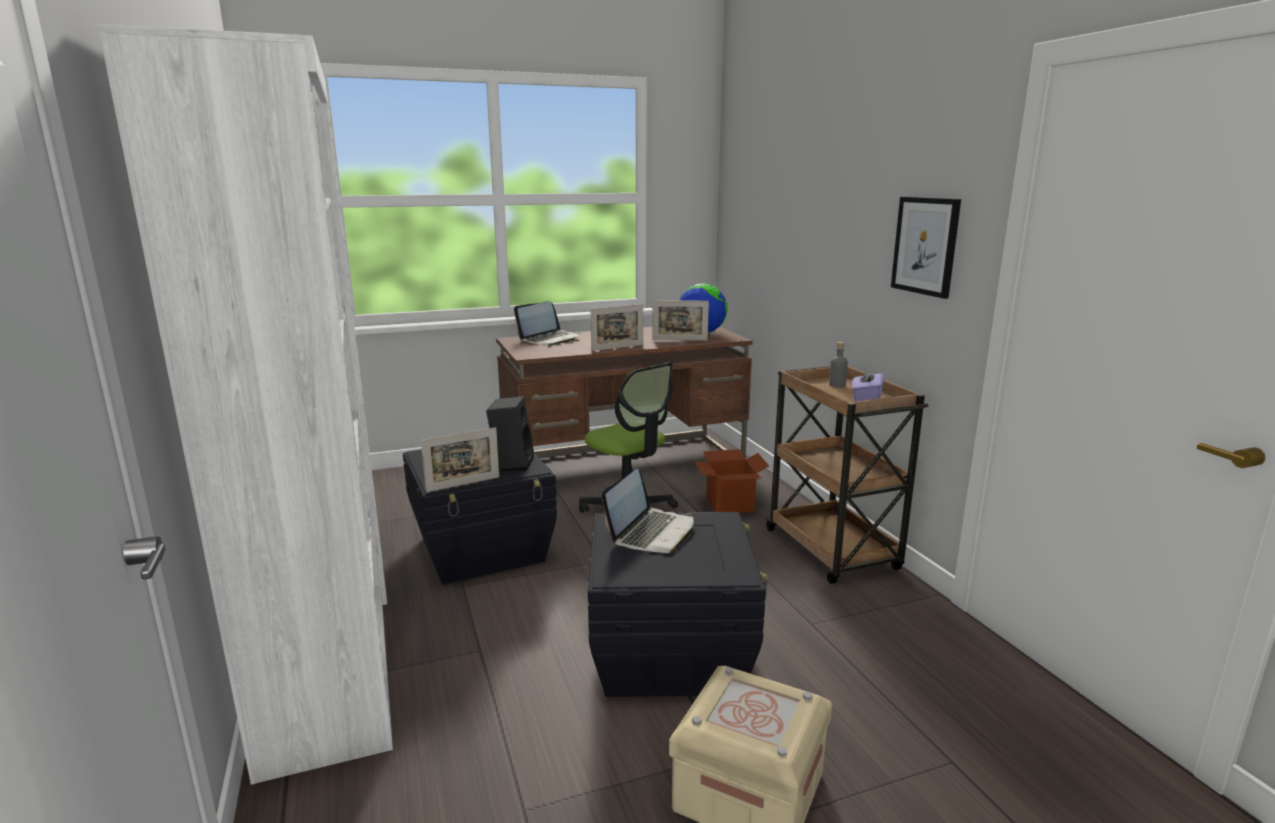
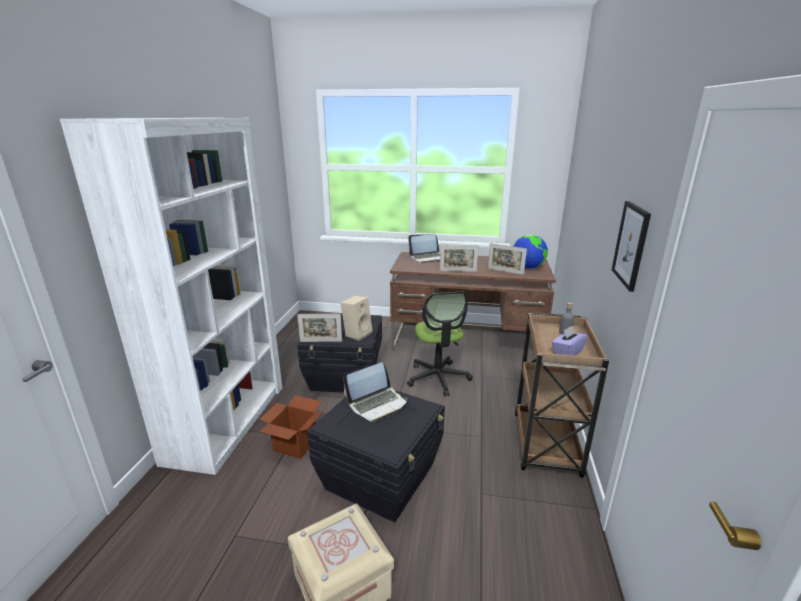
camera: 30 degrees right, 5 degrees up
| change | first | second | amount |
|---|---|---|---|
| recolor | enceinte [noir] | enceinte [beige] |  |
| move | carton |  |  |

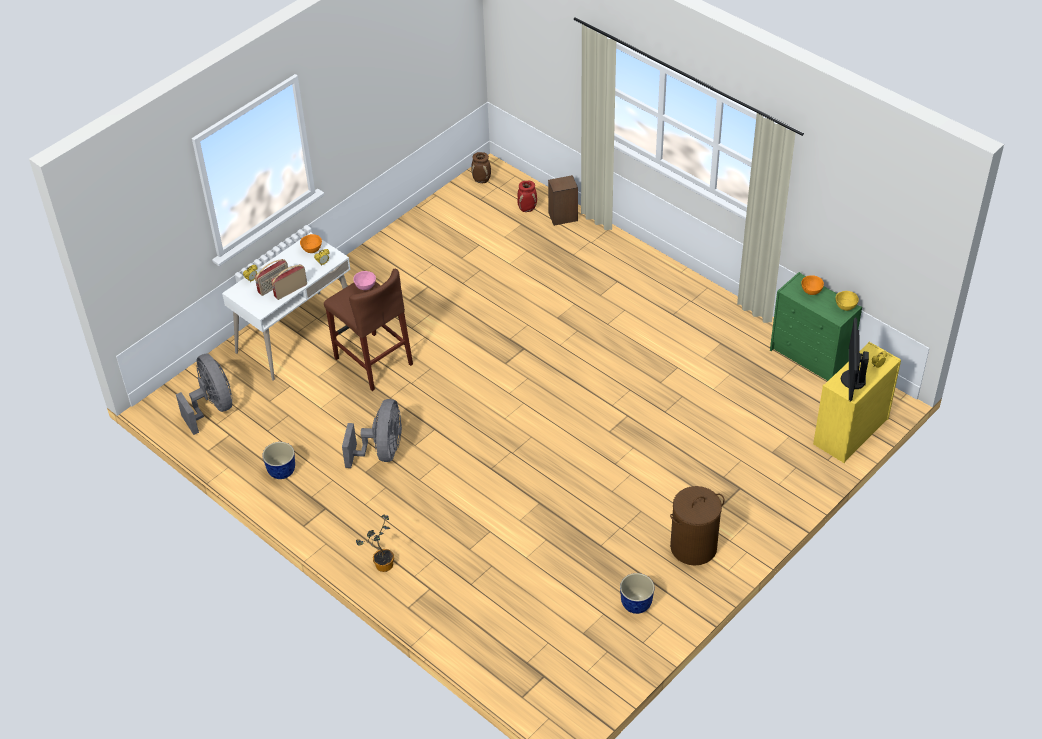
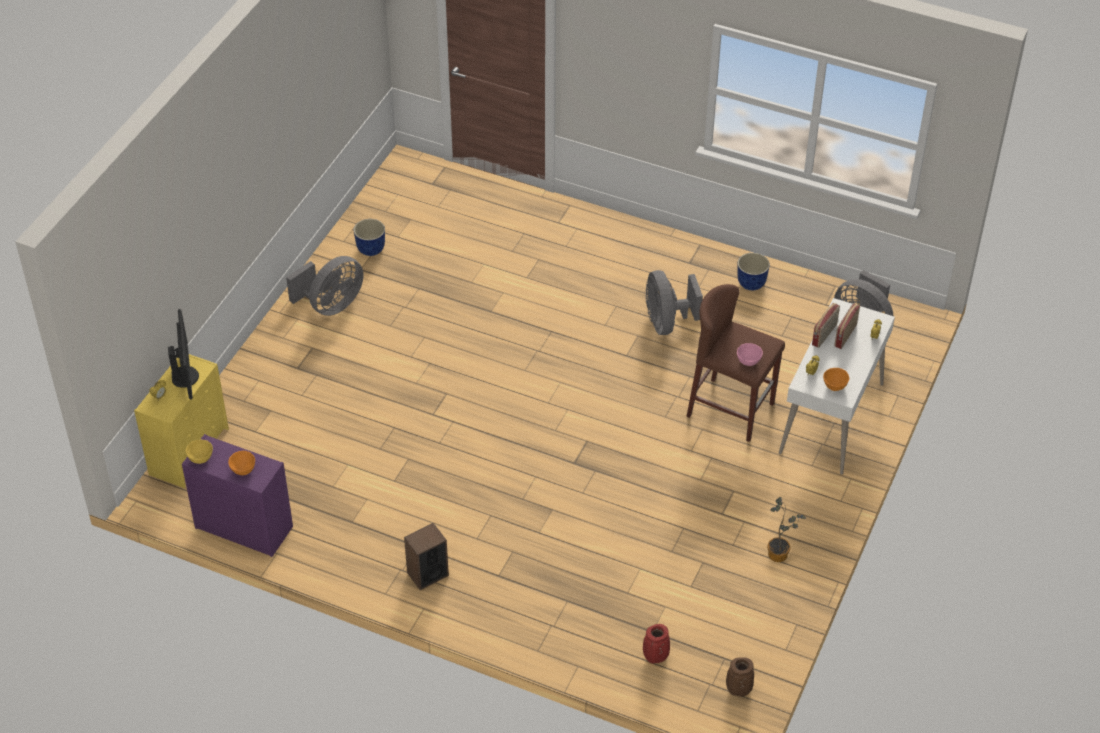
camera: 160 degrees right, 0 degrees up
| change | first | second | amount |
|---|---|---|---|
| move | plante en pot |  |  |
| move | enceinte |  |  |
| replace | panier à linge [marron] | ventilateur [gris] (1st from left) |  |
| recolor | commode [vert] | commode [violet] |  |

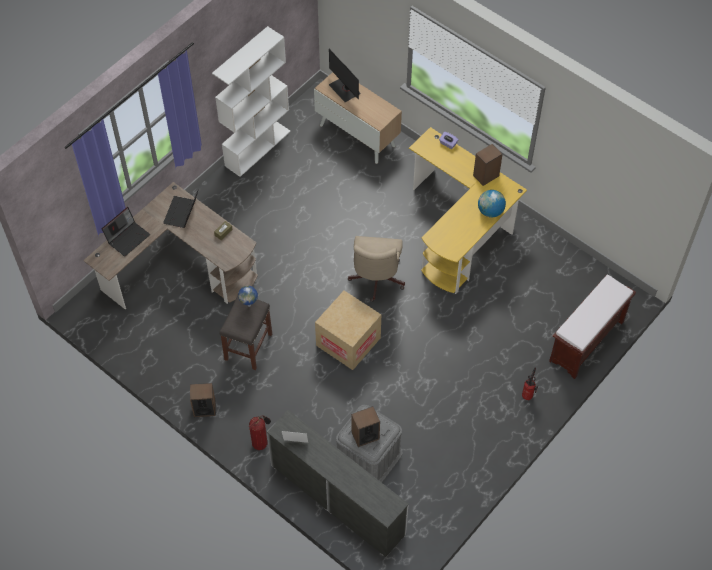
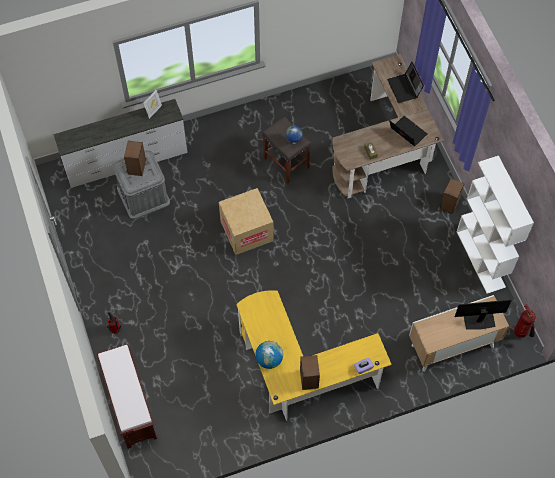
camera: 120 degrees right, 5 degrees up
| change | first | second | amount |
|---|---|---|---|
| move | enceinte (1st from left in the first image) | enceinte (3rd from left) |  |
| move | extincteur (1st from left in the first image) | extincteur (2nd from left) |  |
| delete | chaise de bureau [beige] |  |  |

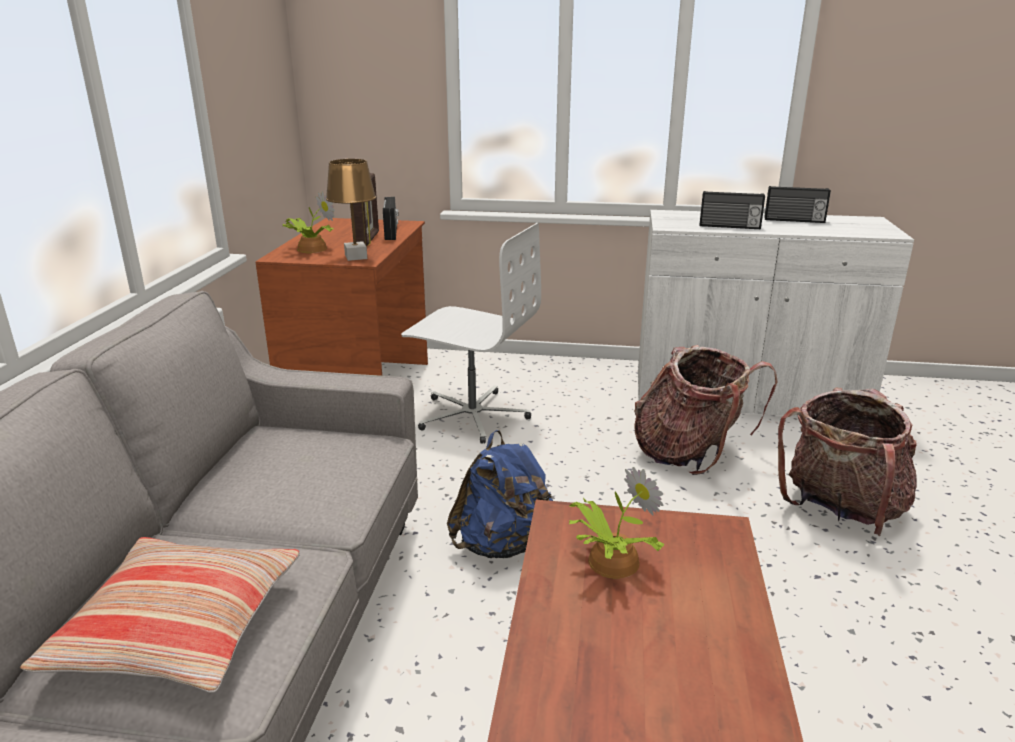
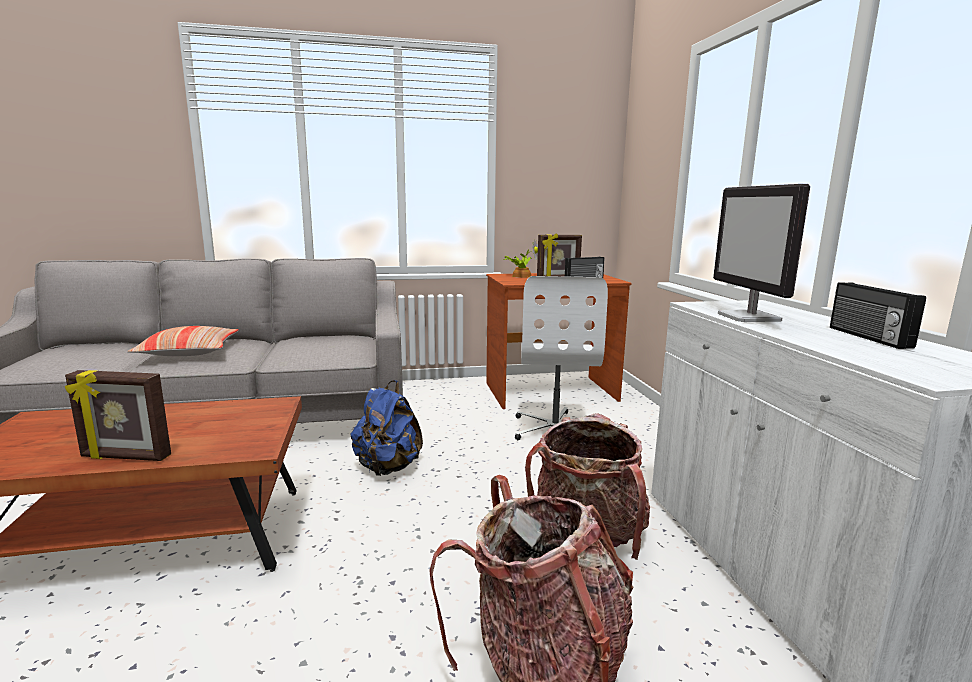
camera: 70 degrees right, 10 degrees down
| change | first | second | amount |
|---|---|---|---|
| delete | lampe de table [marron] |  |  |
| delete | plante en pot (2nd from left) |  |  |
| replace | radio (2nd from left) | écran d'ordinateur |  |
| insert |  | cadre photo (1st from left) |  |

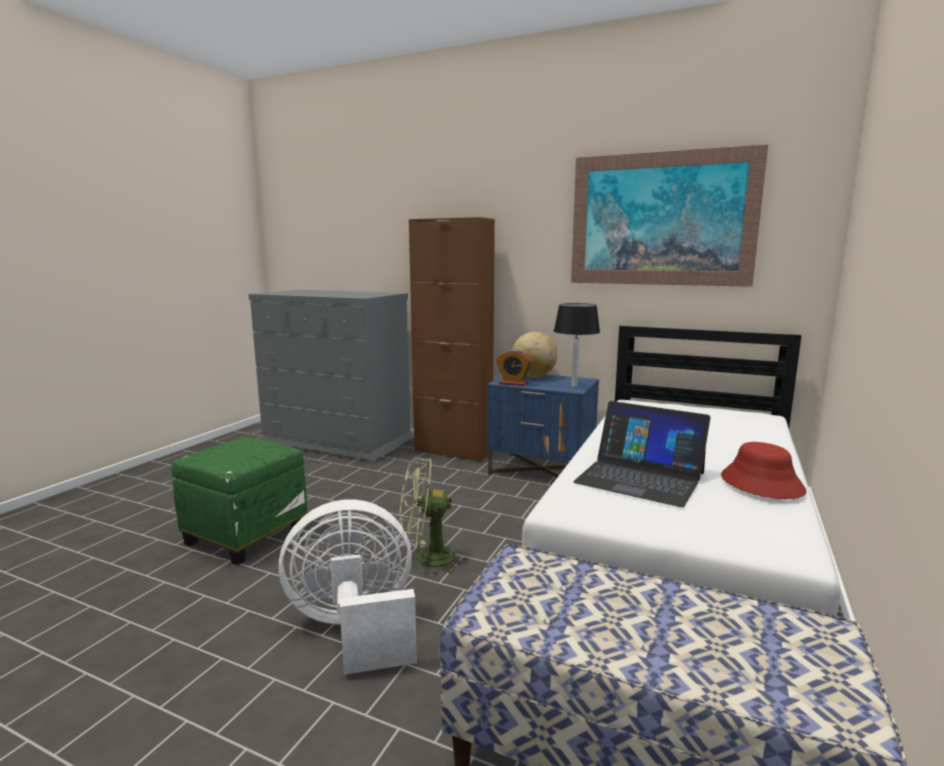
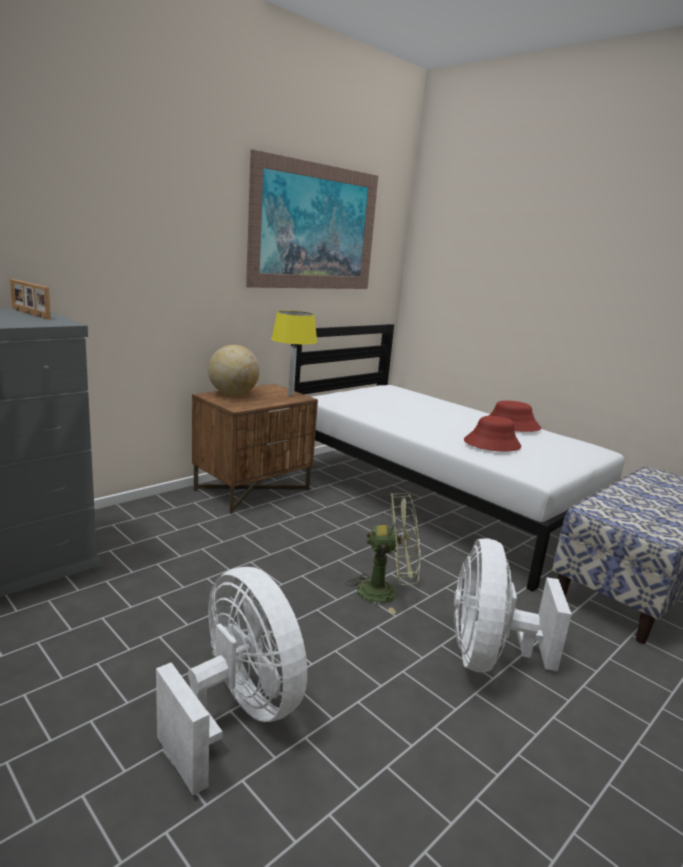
camera: 70 degrees left, 5 degrees up
| change | first | second | amount |
|---|---|---|---|
| replace | pouf [vert] | ventilateur [blanc] (1st from left) |  |
| rotate | ventilateur [vert] |  | 105 degrees counterclockwise |
| delete | meuble de rangement [marron] |  |  |
| recolor | table de chevet [bleu] | table de chevet [marron] |  |
| delete | réveil |  |  |
| recolor | lampe de table [noir] | lampe de table [jaune] |  |
| replace | ordinateur portable | chapeau [rouge] (1st from left) |  |
| insert |  | cadre photo |  |

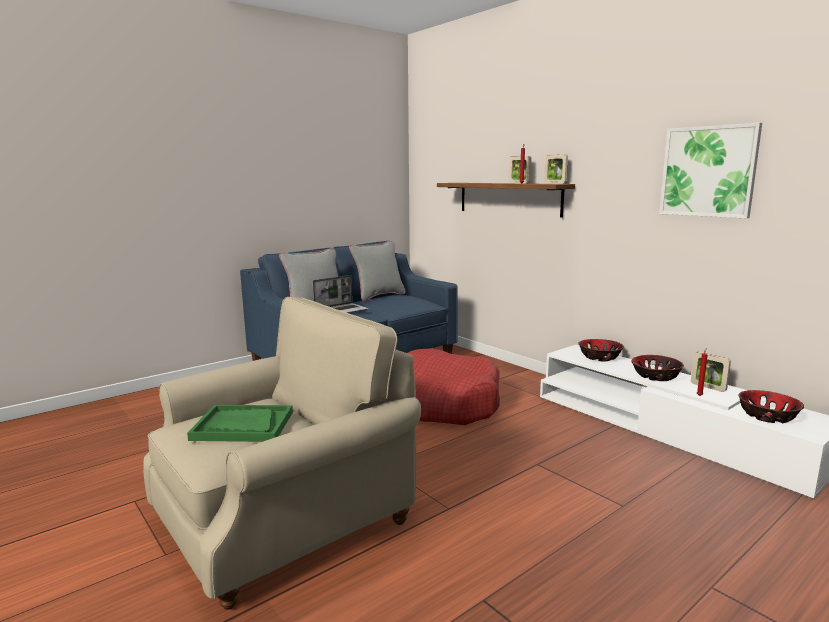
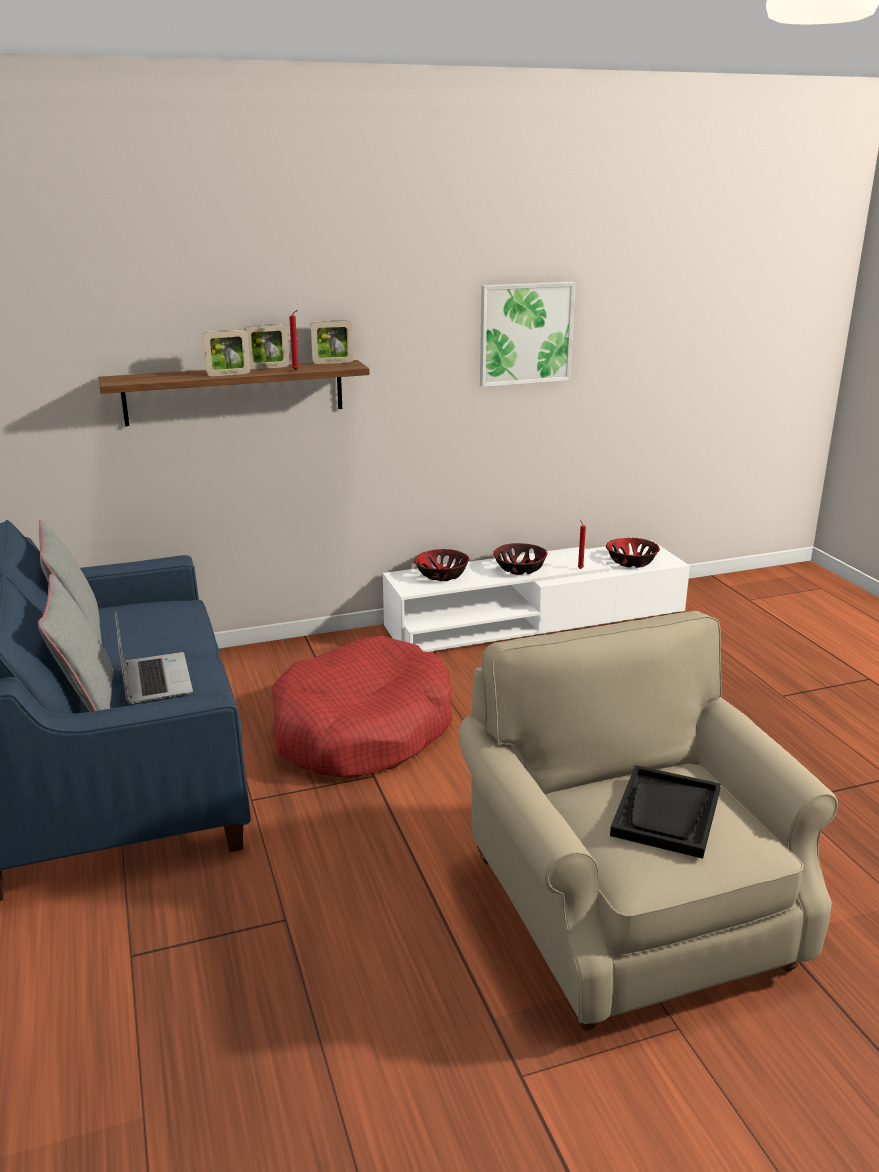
camera: 70 degrees left, 10 degrees up
| change | first | second | amount |
|---|---|---|---|
| recolor | plateau [vert] | plateau [noir] |  |
| move | cadre photo (3rd from left in the first image) | cadre photo (1st from left) |  |

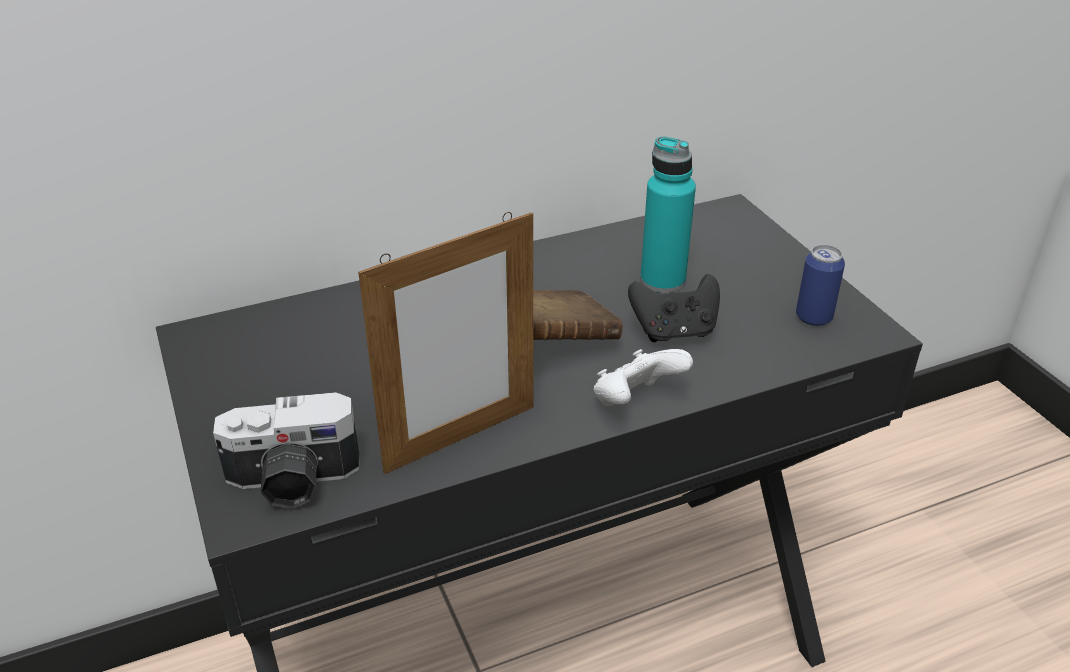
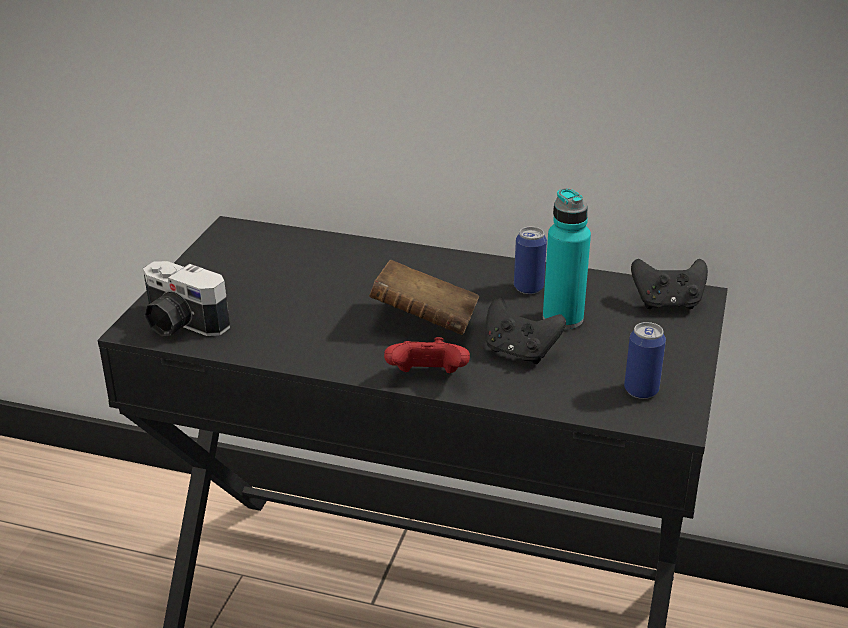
camera: 40 degrees right, 5 degrees down
| change | first | second | amount |
|---|---|---|---|
| delete | cadre photo |  |  |
| recolor | manette [blanc] | manette [rouge] |  |
| insert |  | boîte métallique (1st from left) |  |
| insert |  | manette [noir] (2nd from left) |  |

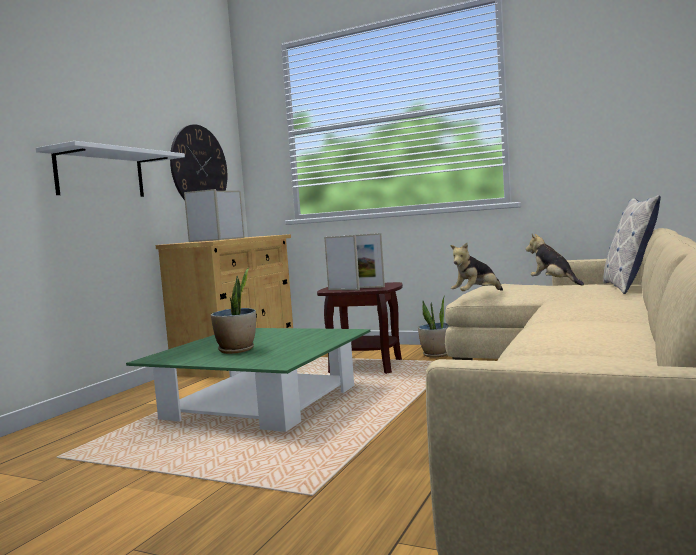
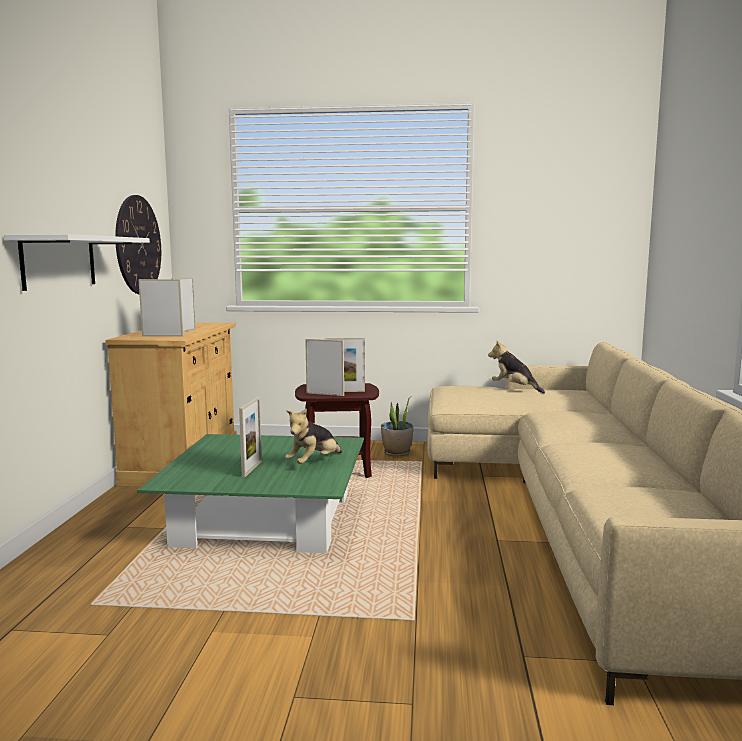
camera: 20 degrees left, 5 degrees up
| change | first | second | amount |
|---|---|---|---|
| replace | plante en pot (1st from left) | cadre photo (3rd from left) |  |
| move | peluche (1st from left) |  |  |
| delete | coussin |  |  |

